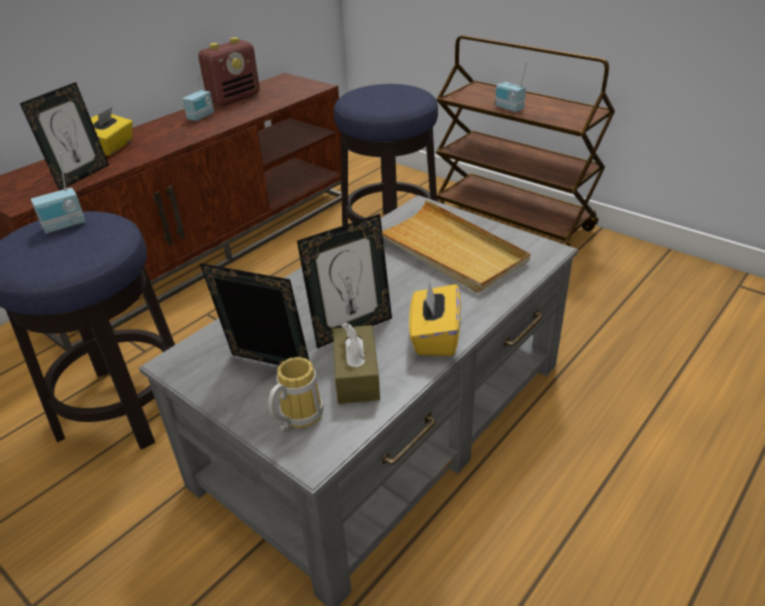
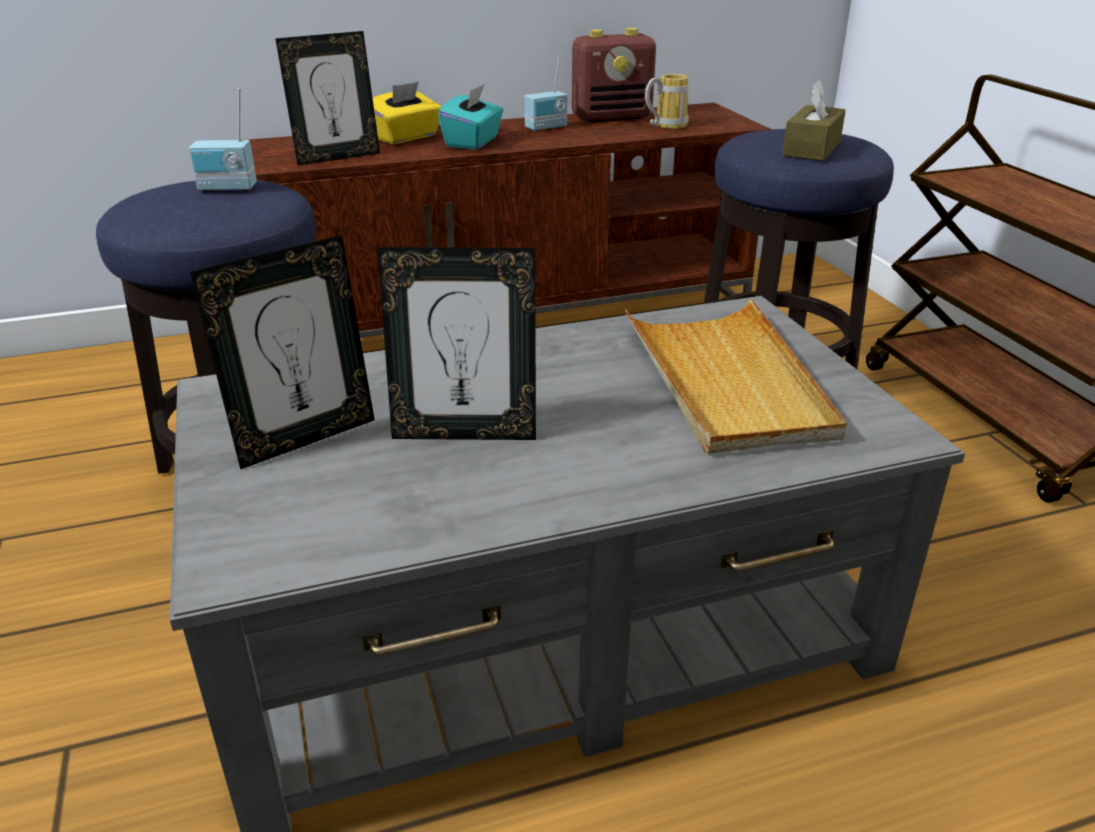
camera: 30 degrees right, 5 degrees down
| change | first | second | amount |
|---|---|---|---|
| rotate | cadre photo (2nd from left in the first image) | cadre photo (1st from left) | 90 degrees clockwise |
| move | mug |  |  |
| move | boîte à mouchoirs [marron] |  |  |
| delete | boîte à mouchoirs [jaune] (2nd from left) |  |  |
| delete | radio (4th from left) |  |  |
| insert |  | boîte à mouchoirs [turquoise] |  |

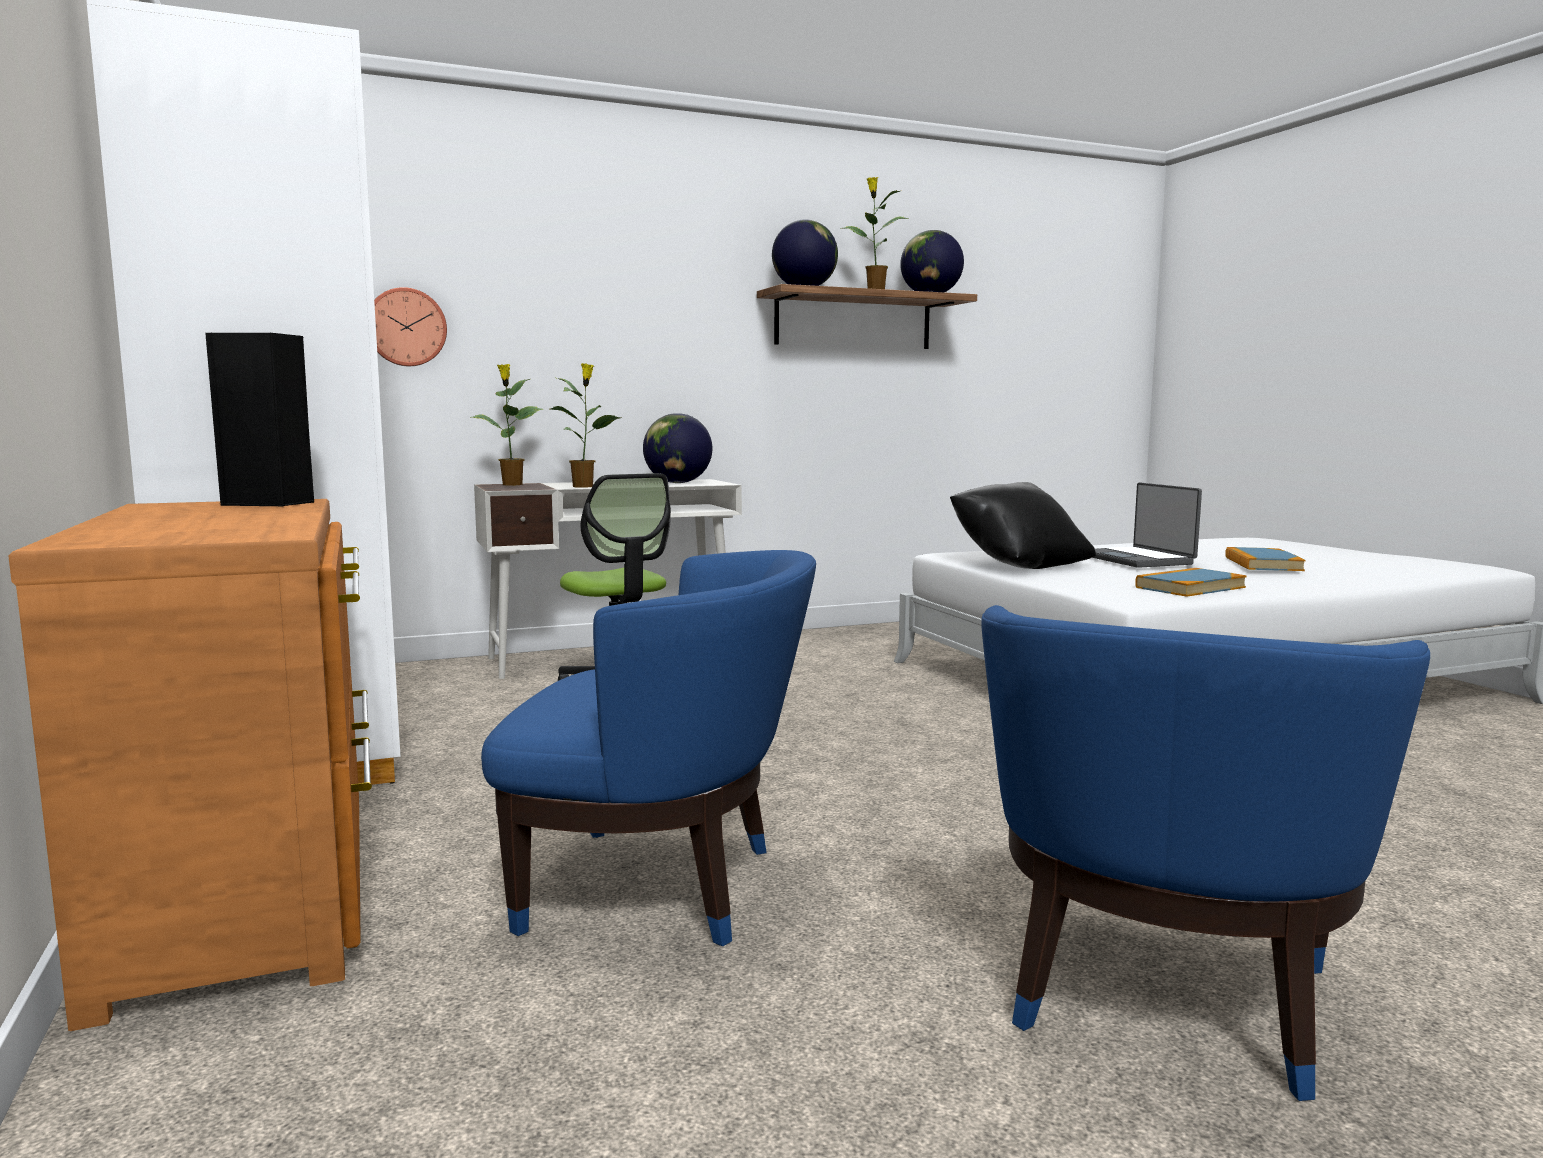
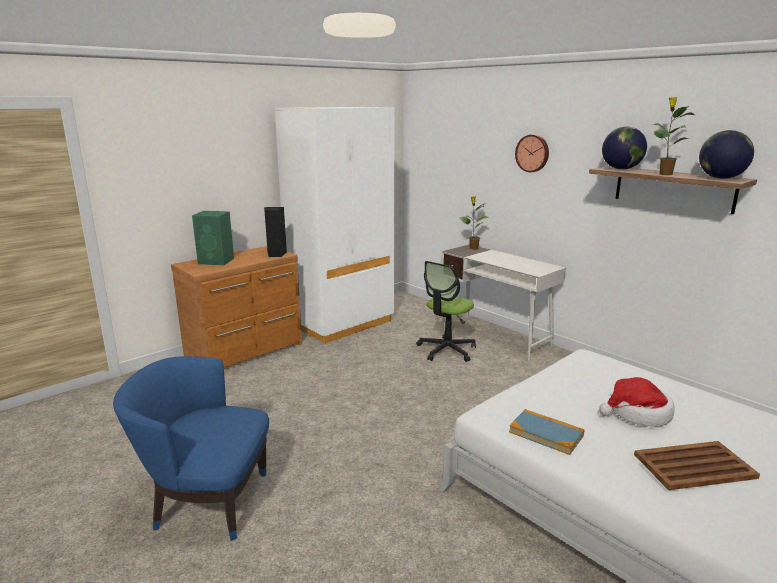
camera: 70 degrees right, 10 degrees up
| change | first | second | amount |
|---|---|---|---|
| move | horloge murale |  |  |
| delete | fauteuil [bleu] (1st from left) |  |  |
| delete | plante en pot (2nd from left) |  |  |
| delete | globe (1st from left) |  |  |
| delete | coussin [noir] |  |  |
| replace | ordinateur portable | chapeau |  |
| replace | livre (2nd from left) | plateau [marron] |  |
| insert |  | enceinte [vert] |  |

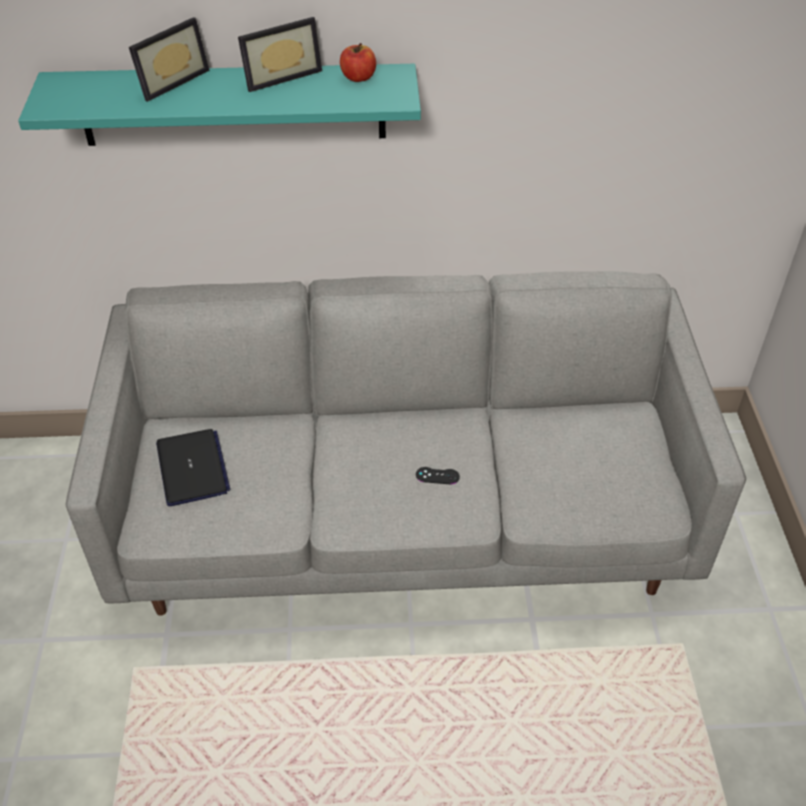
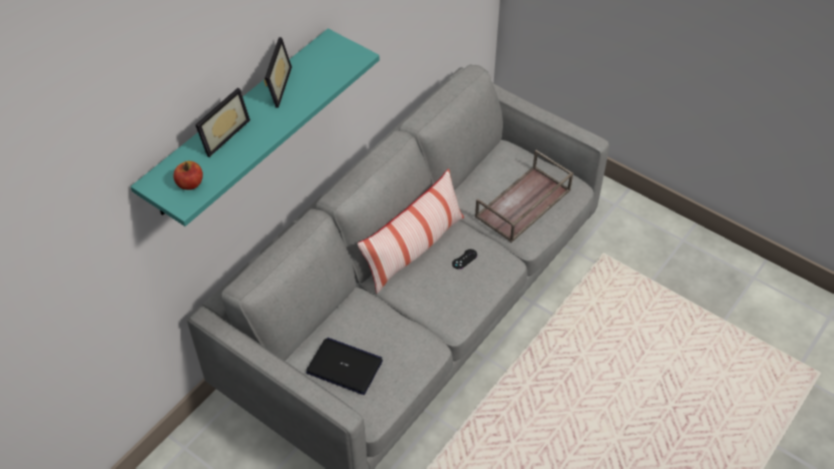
camera: 50 degrees left, 5 degrees up
| change | first | second | amount |
|---|---|---|---|
| rotate | cadre photo (1st from left) |  | 45 degrees clockwise |
| move | pomme |  |  |
| insert |  | coussin |  |
| insert |  | plateau [marron] |  |

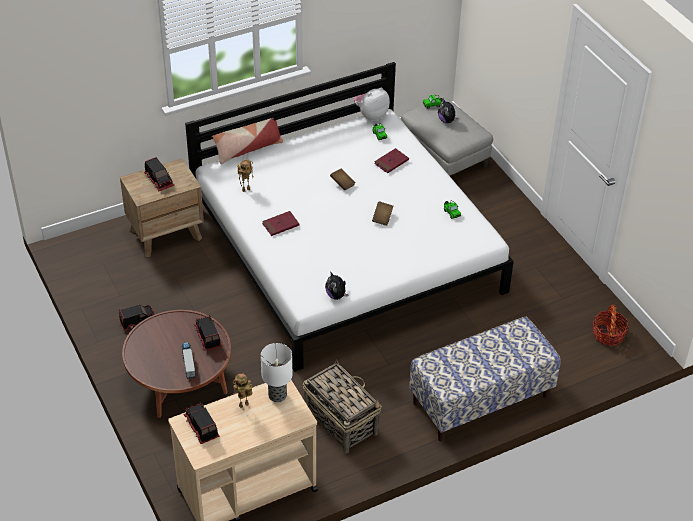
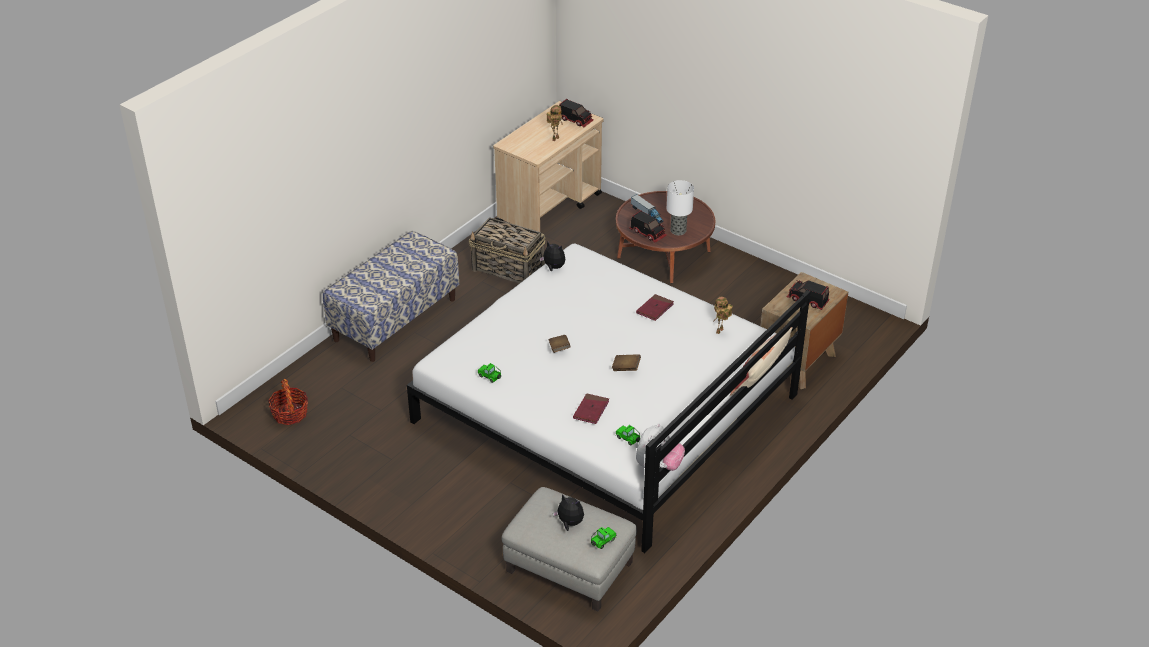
camera: 155 degrees right, 5 degrees down
| change | first | second | amount |
|---|---|---|---|
| delete | camion jouet (1st from left) |  |  |
| move | lampe de table |  |  |

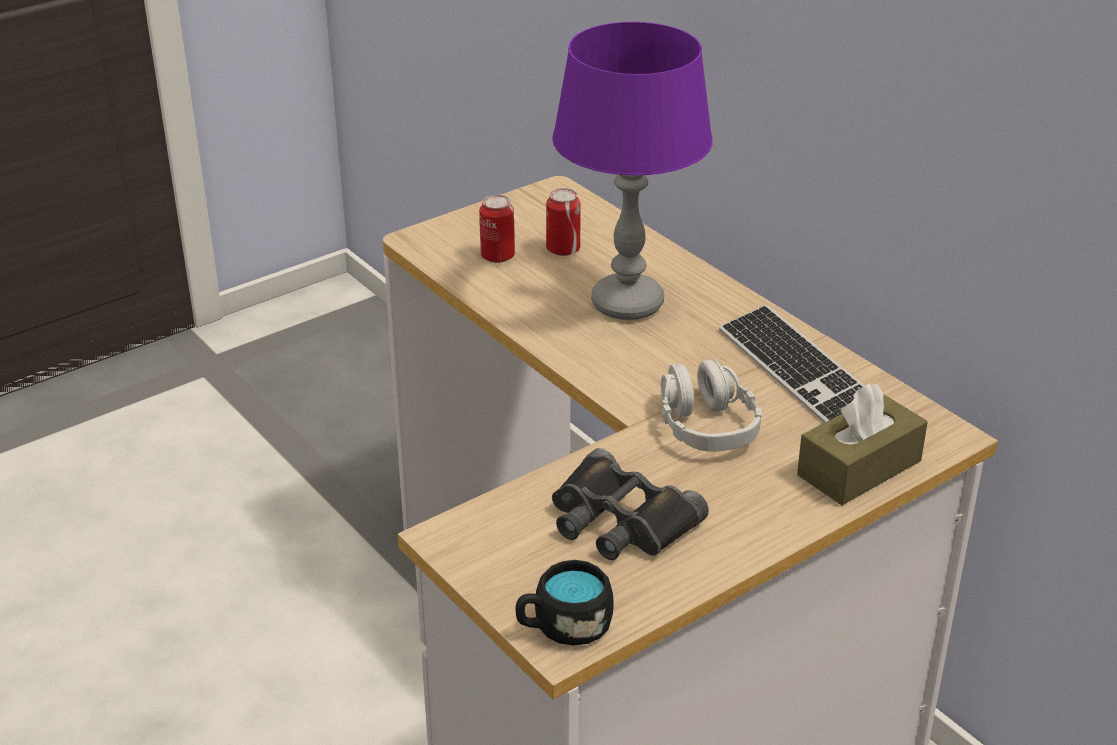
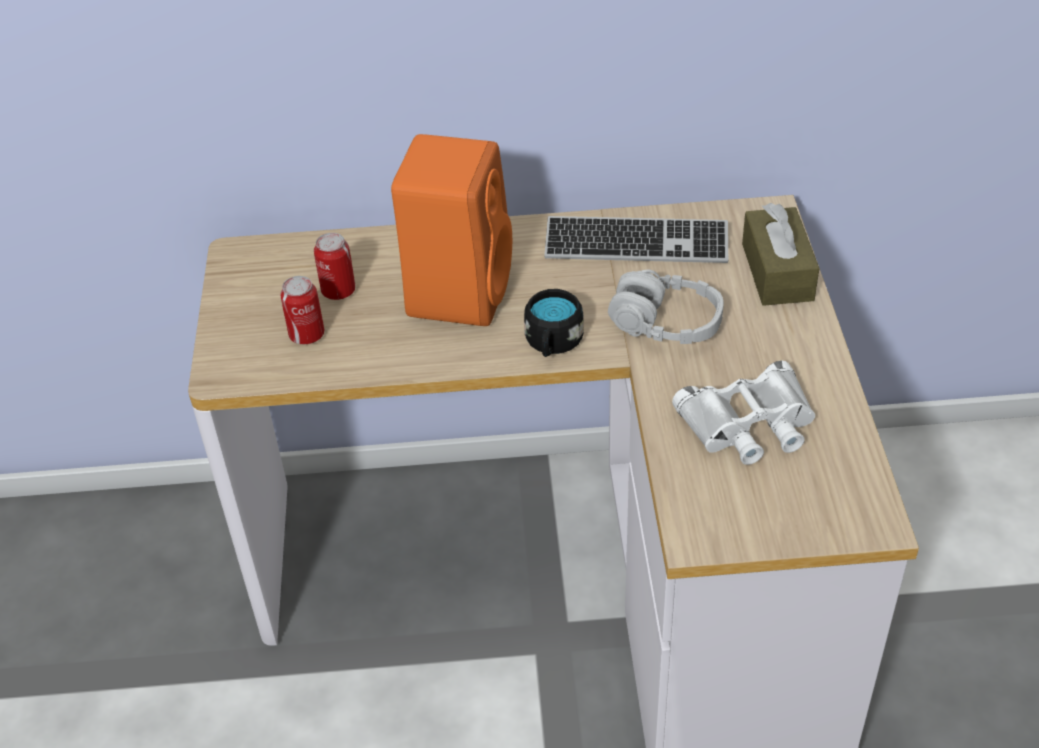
camera: 55 degrees left, 10 degrees up
| change | first | second | amount |
|---|---|---|---|
| move | mug [noir] |  |  |
| replace | lampe de table [violet] | enceinte [orange] |  |
| recolor | jumelles [noir] | jumelles [blanc] |  |

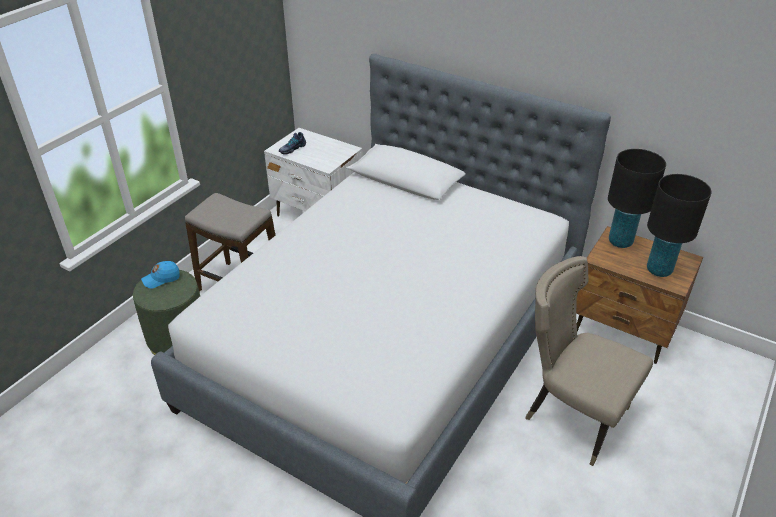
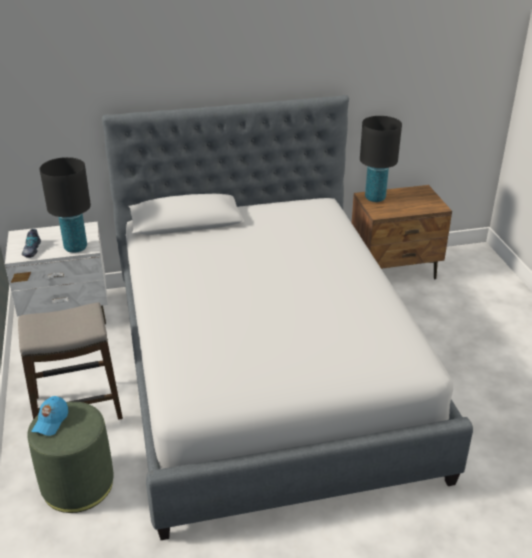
camera: 45 degrees left, 5 degrees down
| change | first | second | amount |
|---|---|---|---|
| delete | chaise [beige] |  |  |
| move | lampe de table [noir] (2nd from left in the first image) | lampe de table [noir] (1st from left) |  |

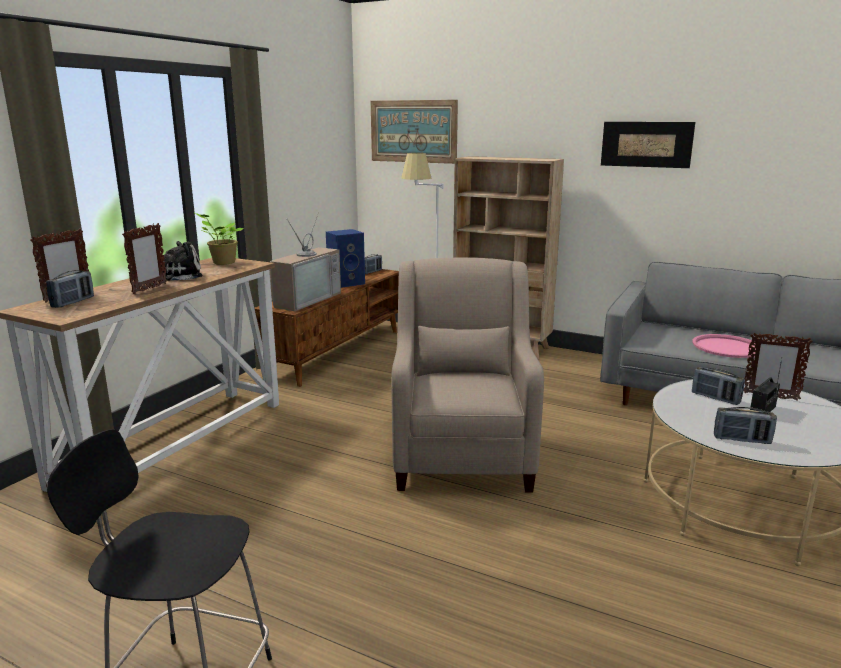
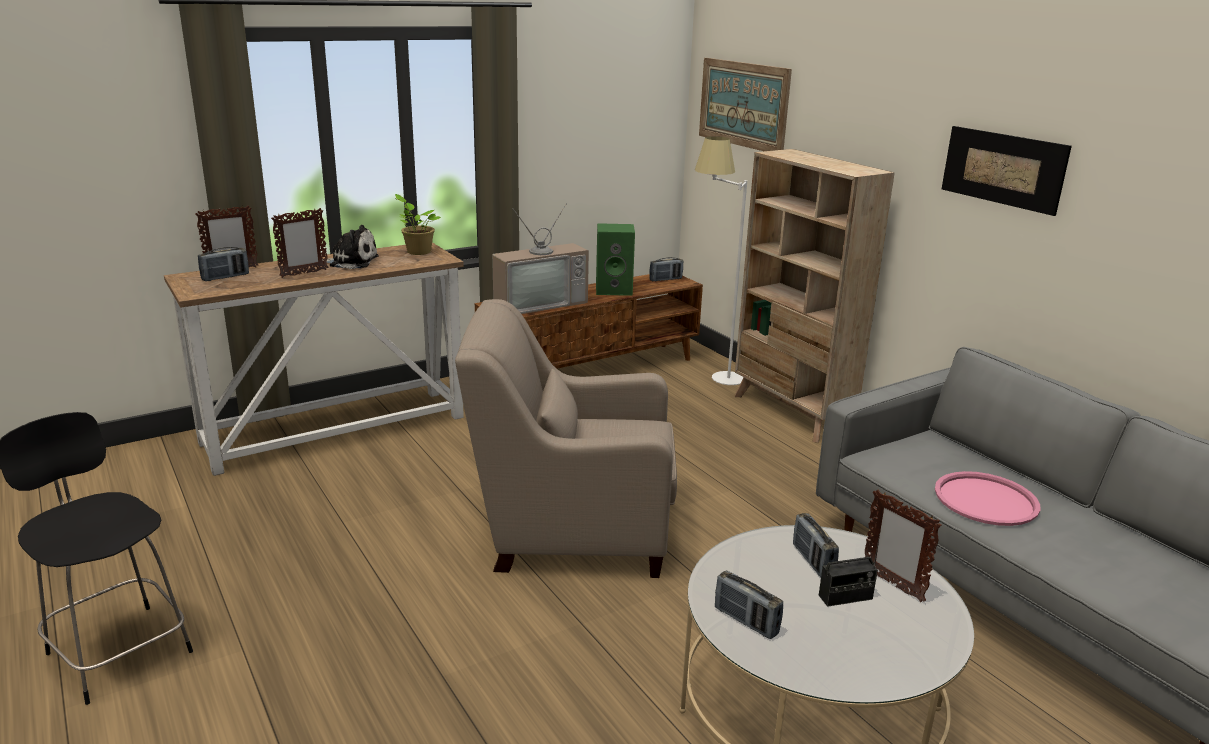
camera: 30 degrees right, 5 degrees up
| change | first | second | amount |
|---|---|---|---|
| recolor | enceinte [bleu] | enceinte [vert] |  |
| rotate | fauteuil [beige] |  | 120 degrees counterclockwise |

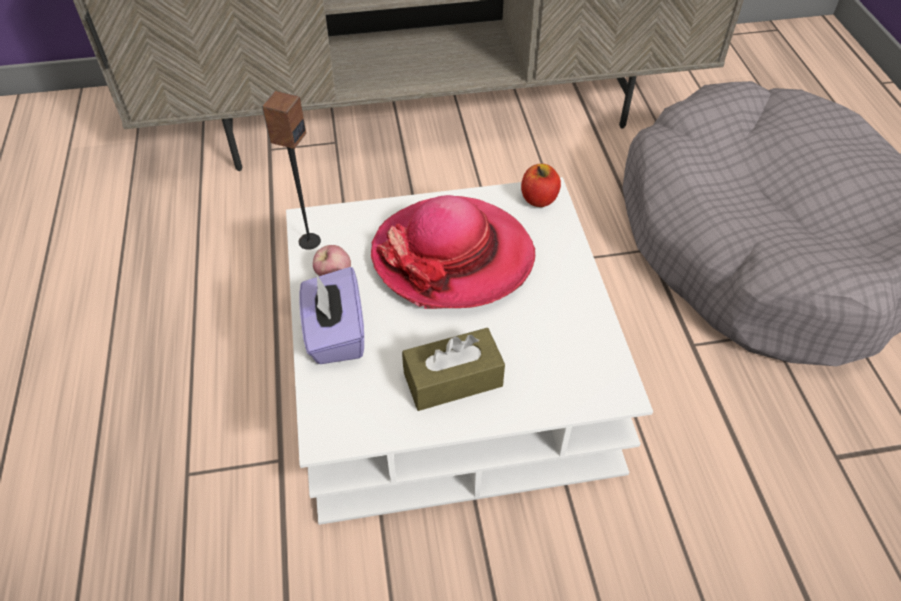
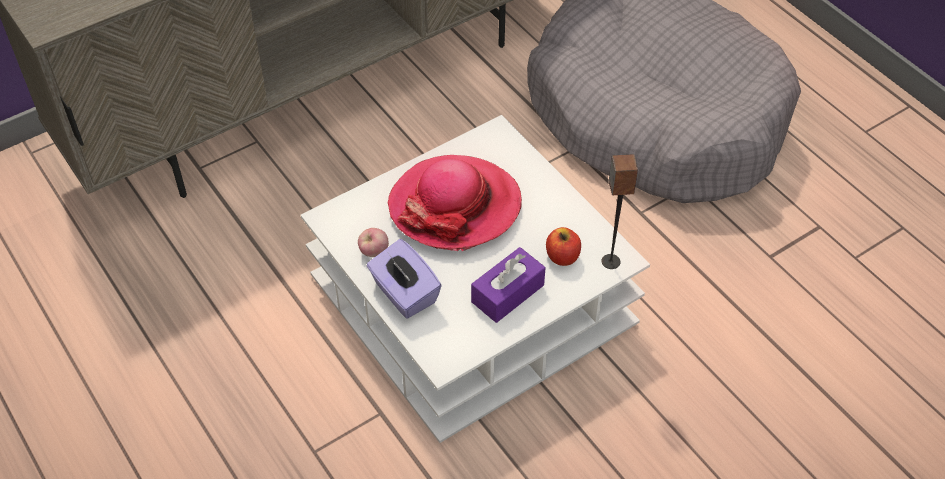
camera: 25 degrees left, 0 degrees up
| change | first | second | amount |
|---|---|---|---|
| move | enceinte |  |  |
| recolor | boîte à mouchoirs [marron] | boîte à mouchoirs [violet] (2nd from left) |  |
| move | pomme (2nd from left) |  |  |

